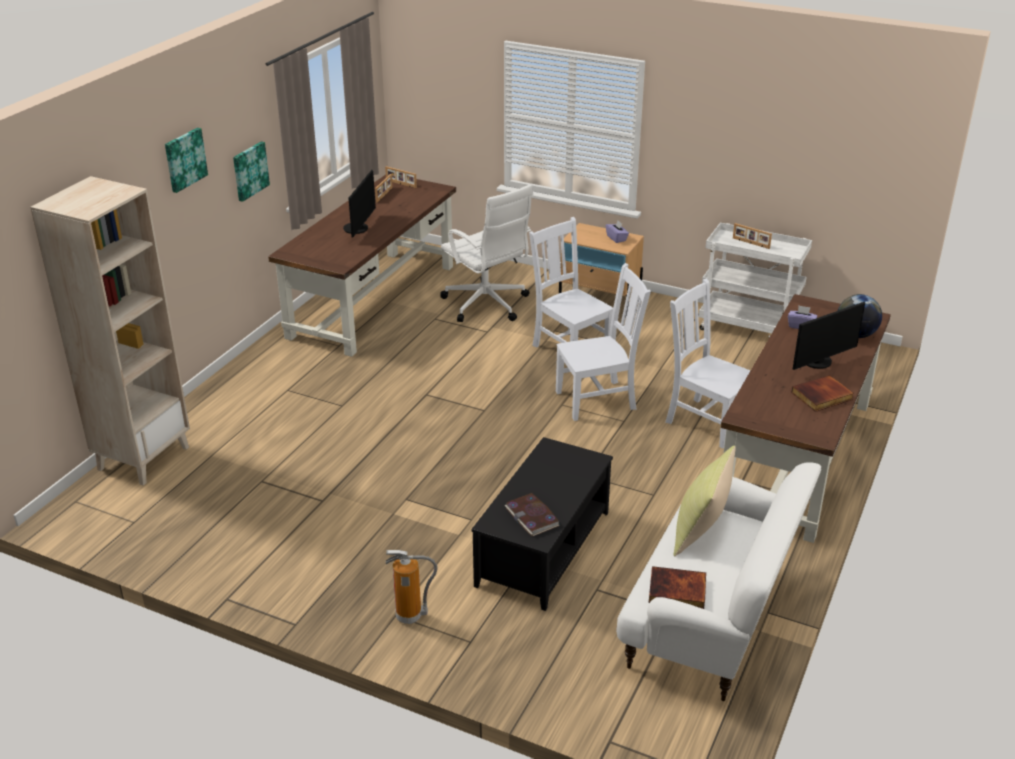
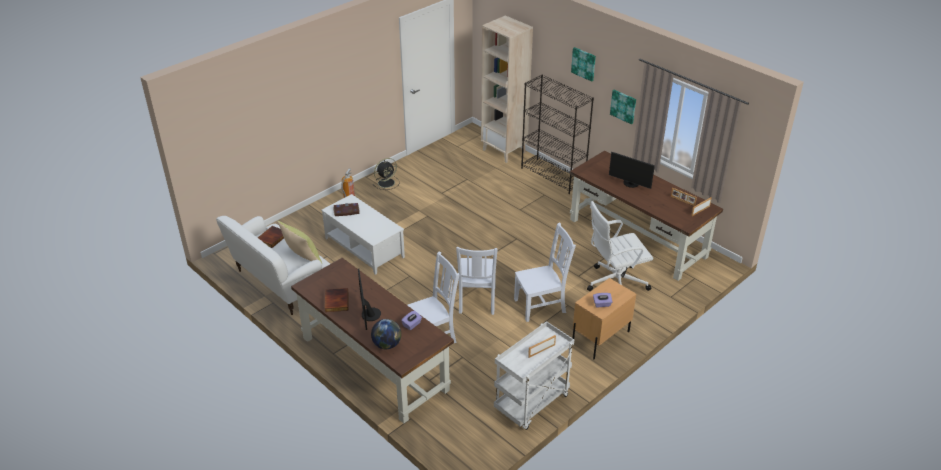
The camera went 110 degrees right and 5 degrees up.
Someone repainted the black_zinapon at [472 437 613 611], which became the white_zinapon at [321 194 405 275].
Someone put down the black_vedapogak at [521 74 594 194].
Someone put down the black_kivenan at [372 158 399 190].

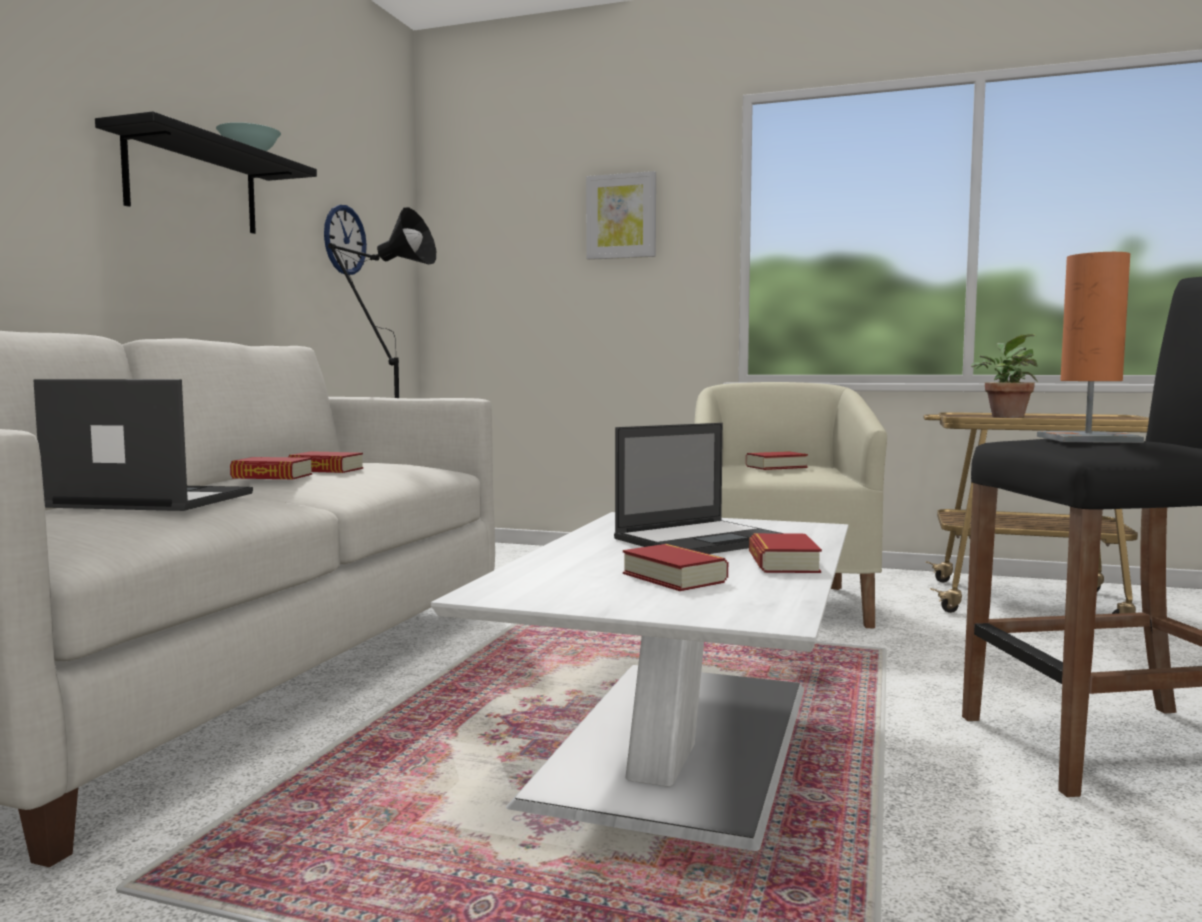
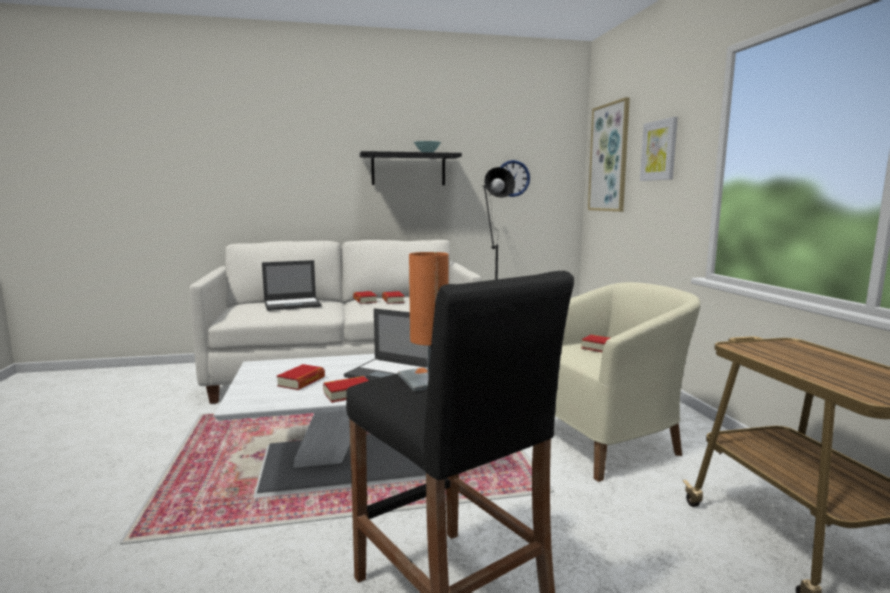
The camera went 60 degrees right and 5 degrees up.
Someone took away the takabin at [971 334 1038 418].
Someone rotated the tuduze at [33 379 253 511] by 90 degrees clockwise.
Someone put up the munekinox at [588 97 630 212].

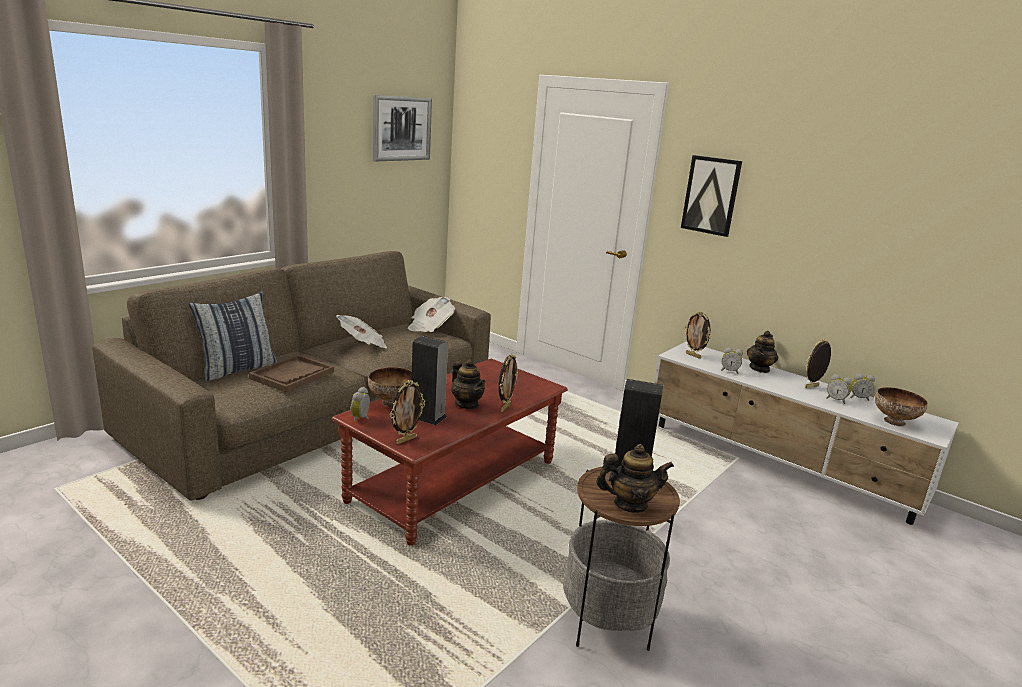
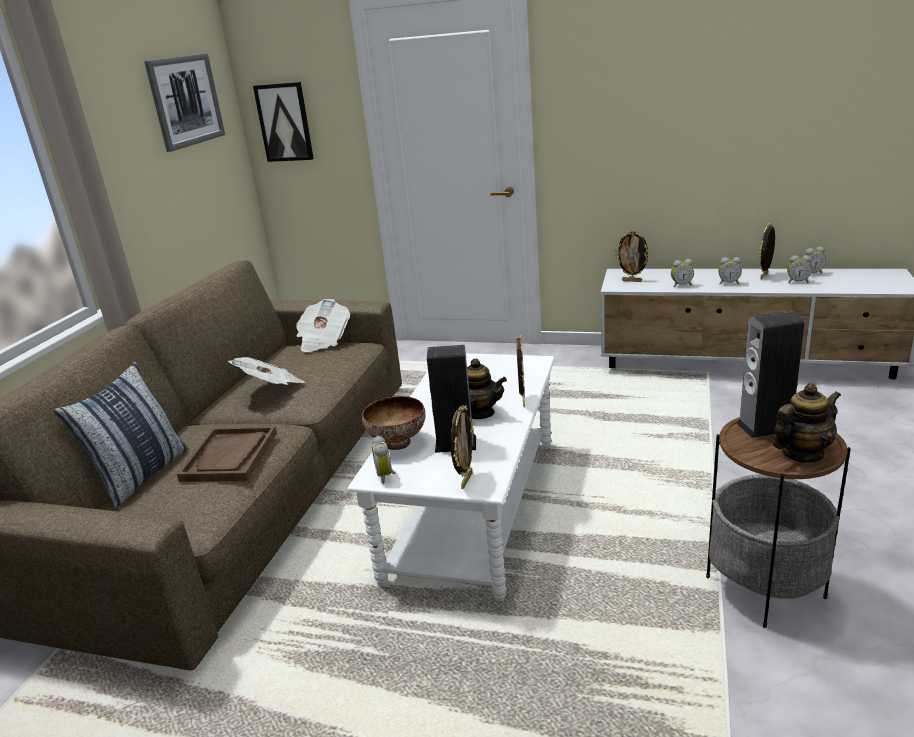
The camera went 20 degrees left and 5 degrees up.
Someone carried the munekinox from [681 155 742 237] to [253 82 314 162].
Someone took away the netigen at [747 331 778 373].
Someone repainted the brown_zinapon at [332 359 568 546], which became the white_zinapon at [347 353 555 601].
Someone took away the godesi at [875 387 928 426].
Someone put down the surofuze at [718 257 742 285].

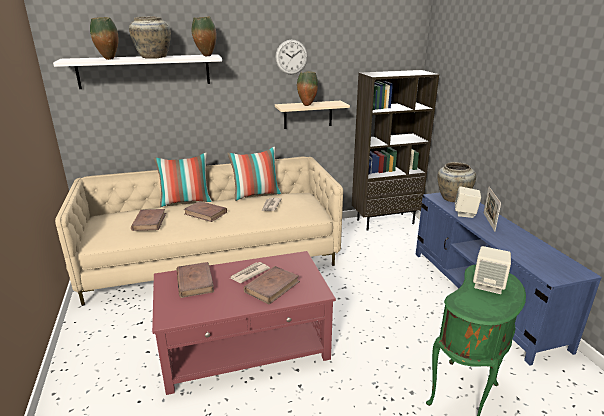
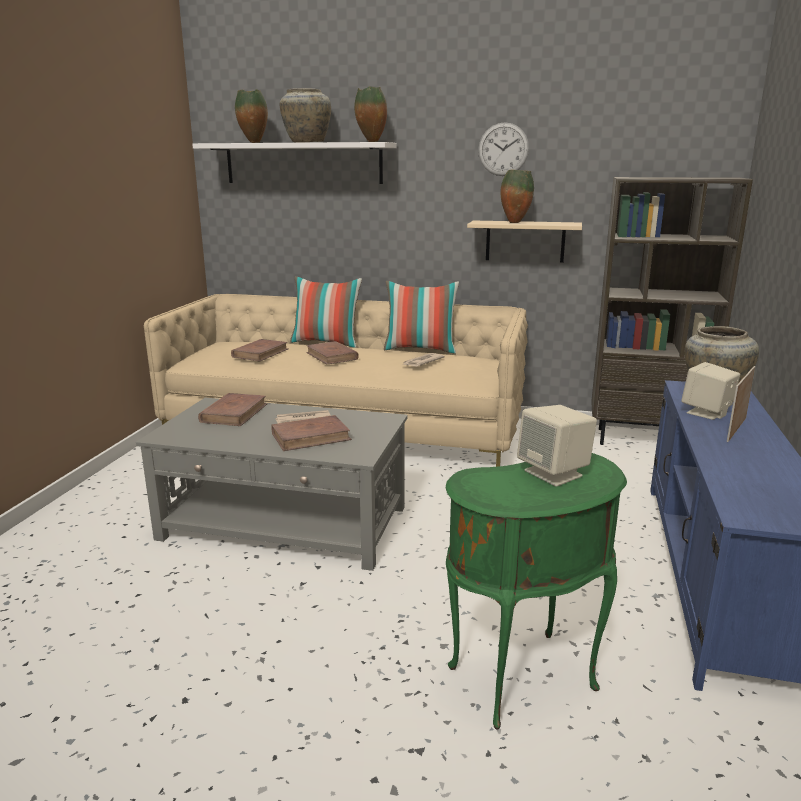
The camera went 30 degrees right and 5 degrees down.
Someone repainted the red_zinapon at [152 251 336 395], which became the grey_zinapon at [136 398 408 571].

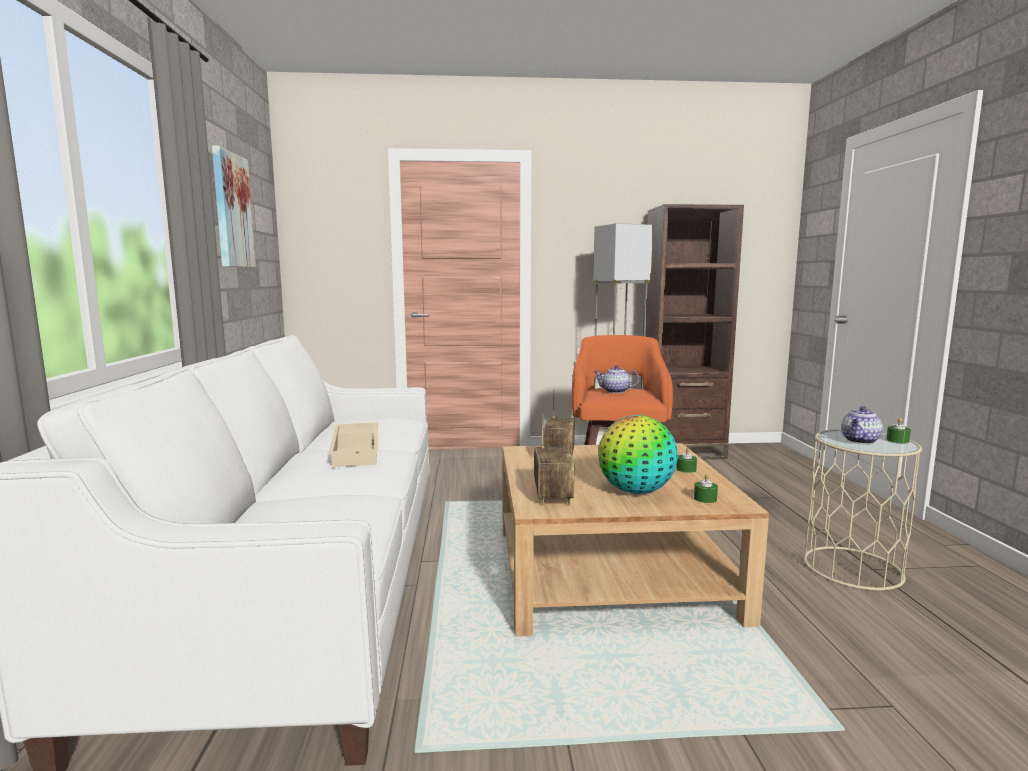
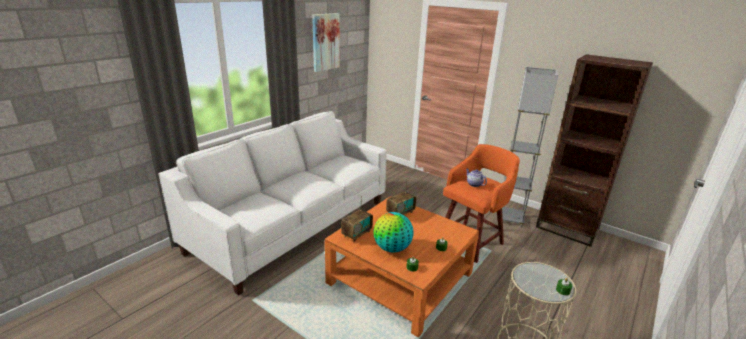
The camera went 40 degrees right and 15 degrees up.
Someone took away the netigen at [841 406 883 444].
Someone took away the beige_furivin at [328 422 378 467].
Someone repainted the beige_zinapon at [503 443 769 636], which became the orange_zinapon at [325 196 479 338].

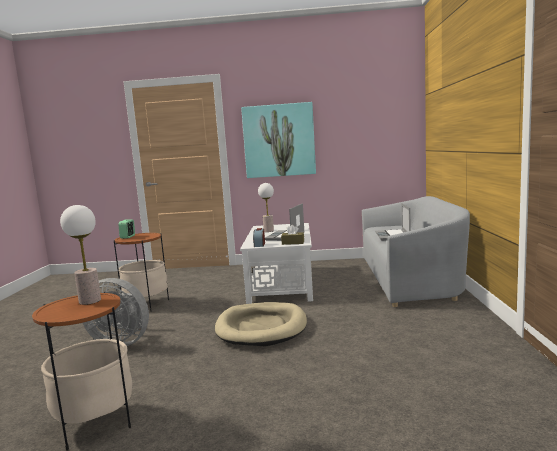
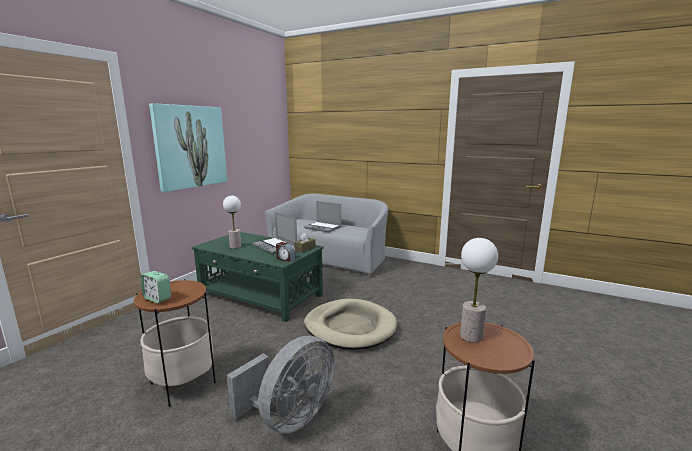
The camera went 65 degrees left and 5 degrees up.
Someone repainted the white_zinapon at [240 223 313 304], which became the green_zinapon at [191 232 324 322].

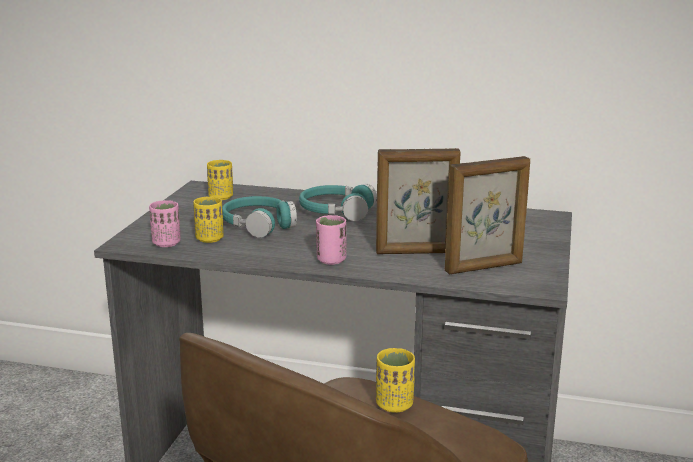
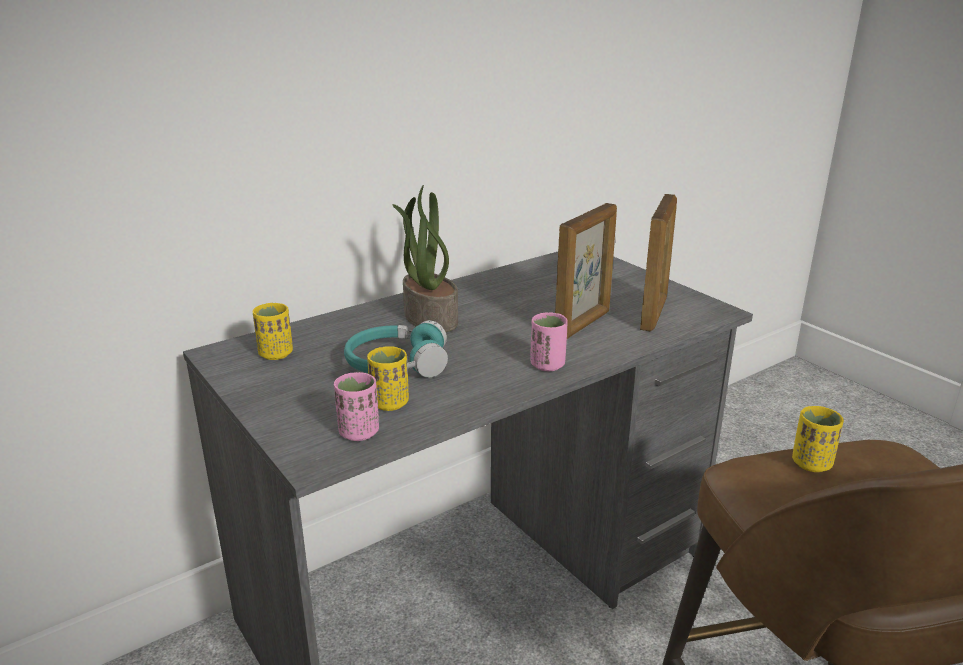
The camera went 50 degrees left and 5 degrees up.
Someone swapped the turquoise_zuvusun at [299 184 377 221] for the takabin at [393 185 458 332].

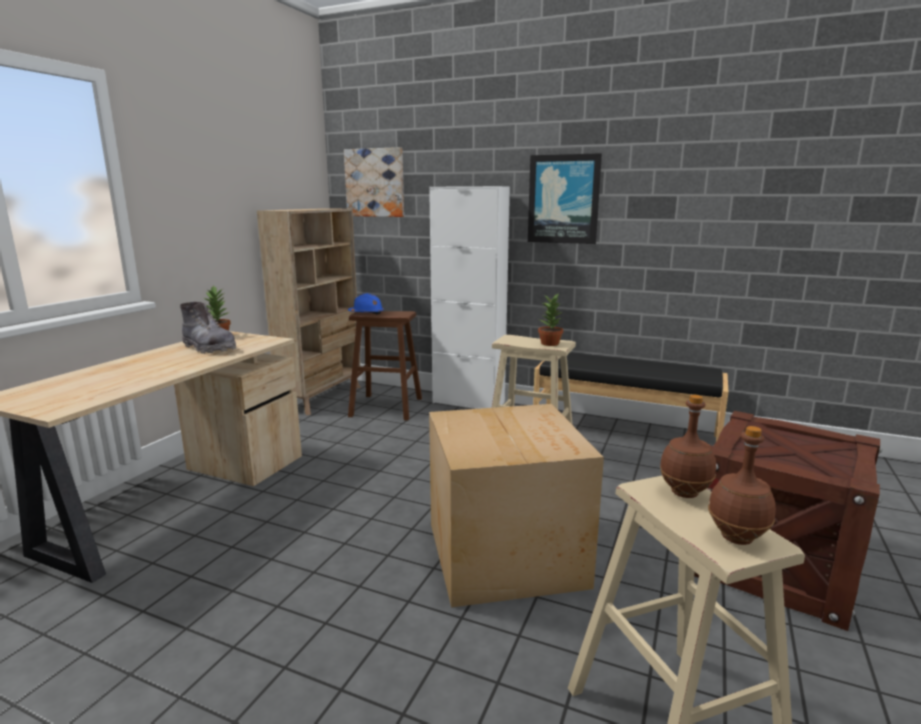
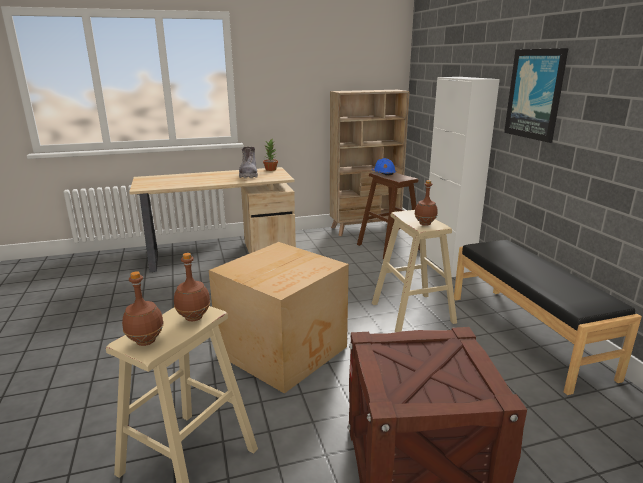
The camera went 50 degrees right and 5 degrees up.
Someone took away the munekinox at [344 147 404 217].
Someone swapped the takabin at [538 294 563 346] for the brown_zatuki at [414 180 438 226].

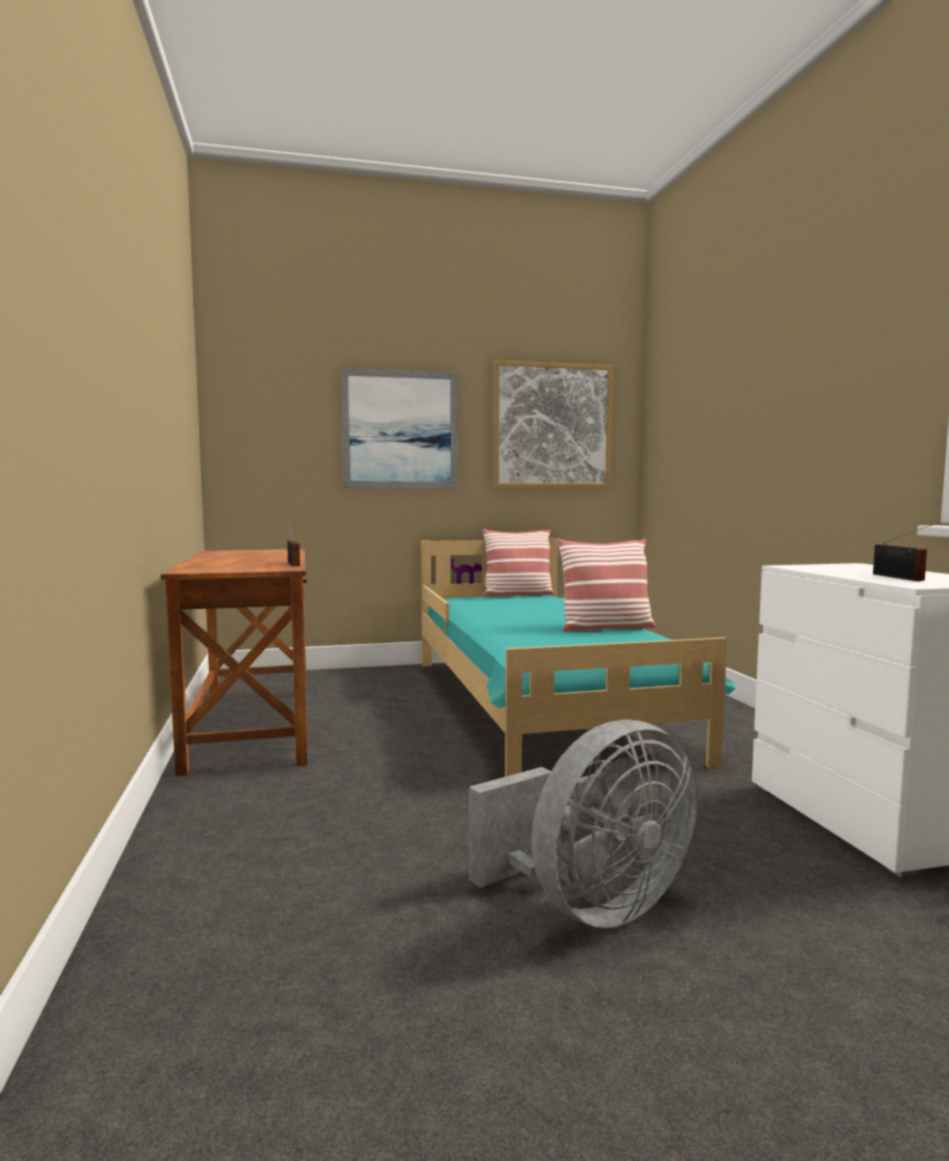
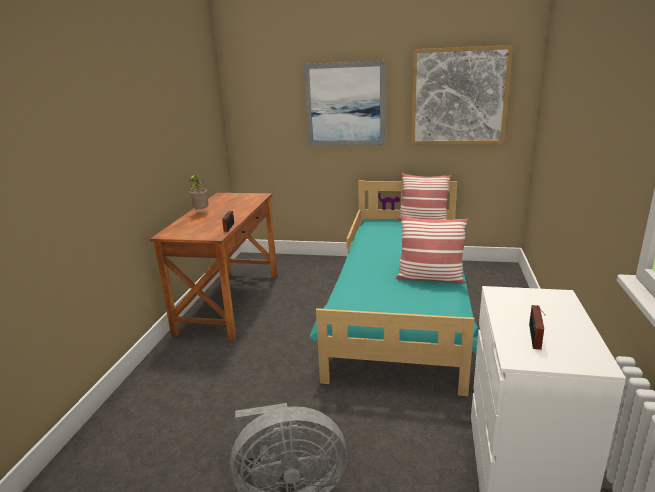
The camera went 25 degrees right and 15 degrees up.
Someone put down the takabin at [189 173 208 210].

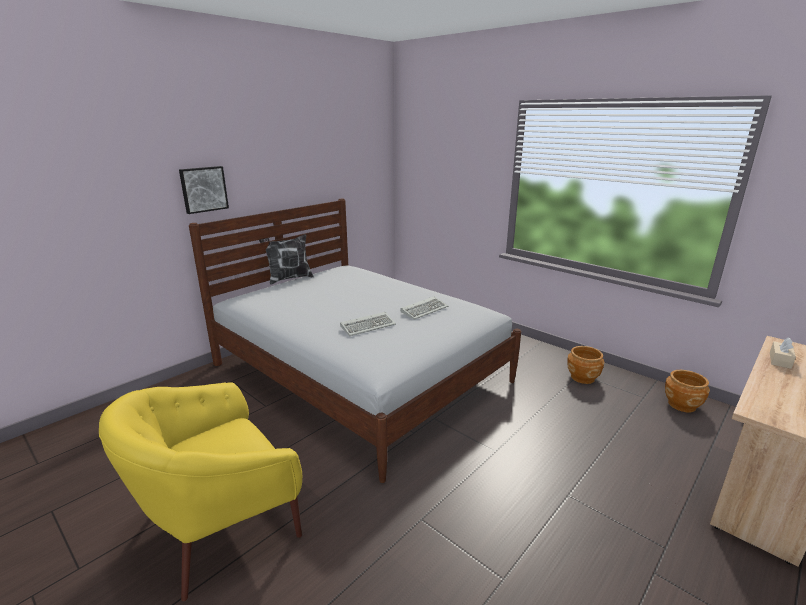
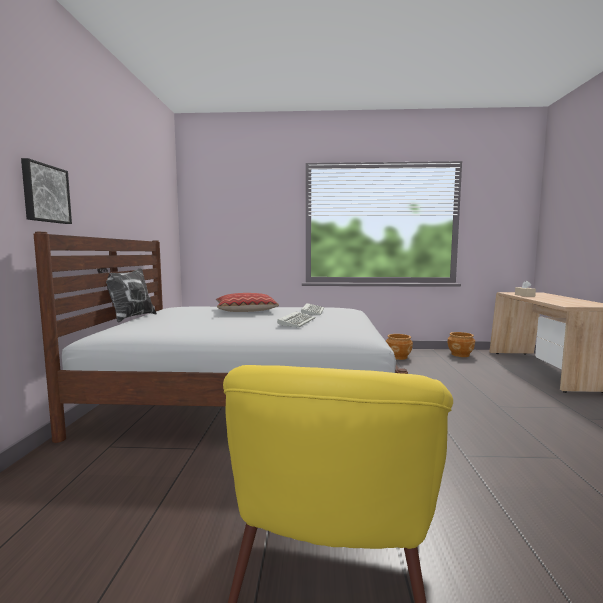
The camera went 40 degrees left and 15 degrees down.
Someone put down the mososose at [216 293 279 312].

